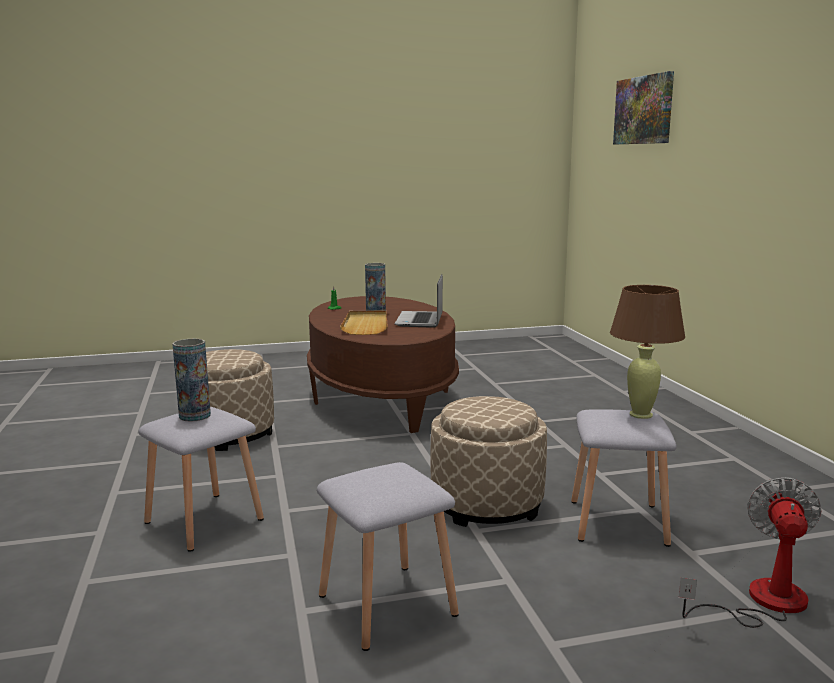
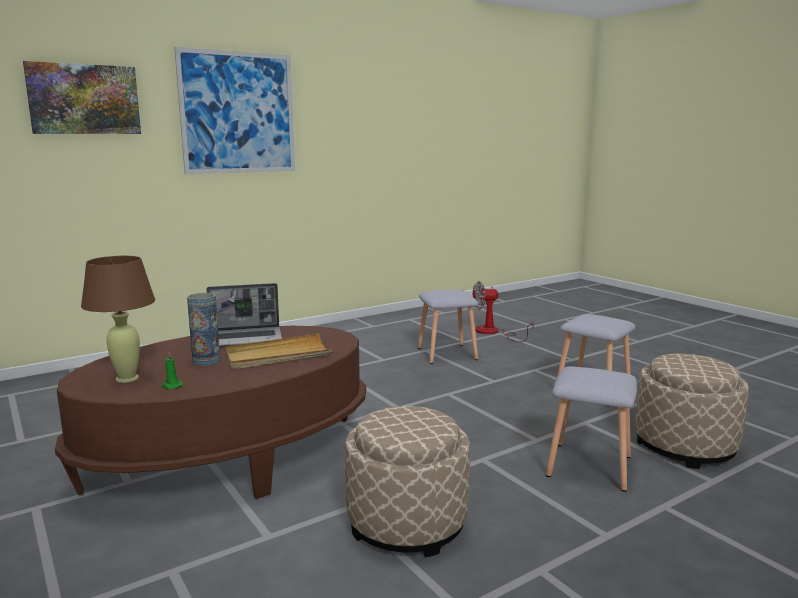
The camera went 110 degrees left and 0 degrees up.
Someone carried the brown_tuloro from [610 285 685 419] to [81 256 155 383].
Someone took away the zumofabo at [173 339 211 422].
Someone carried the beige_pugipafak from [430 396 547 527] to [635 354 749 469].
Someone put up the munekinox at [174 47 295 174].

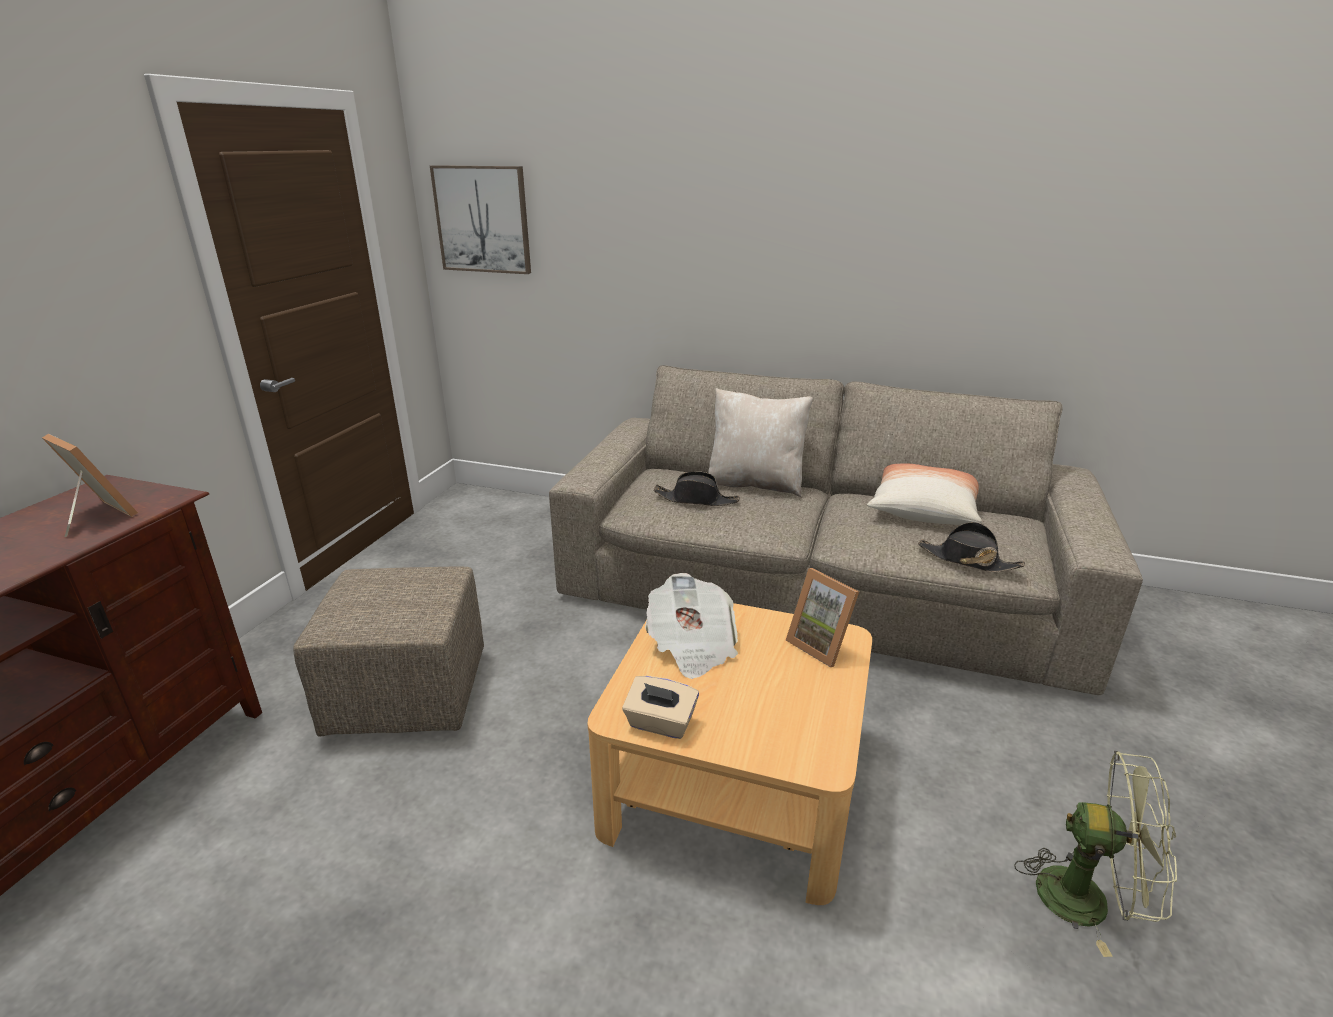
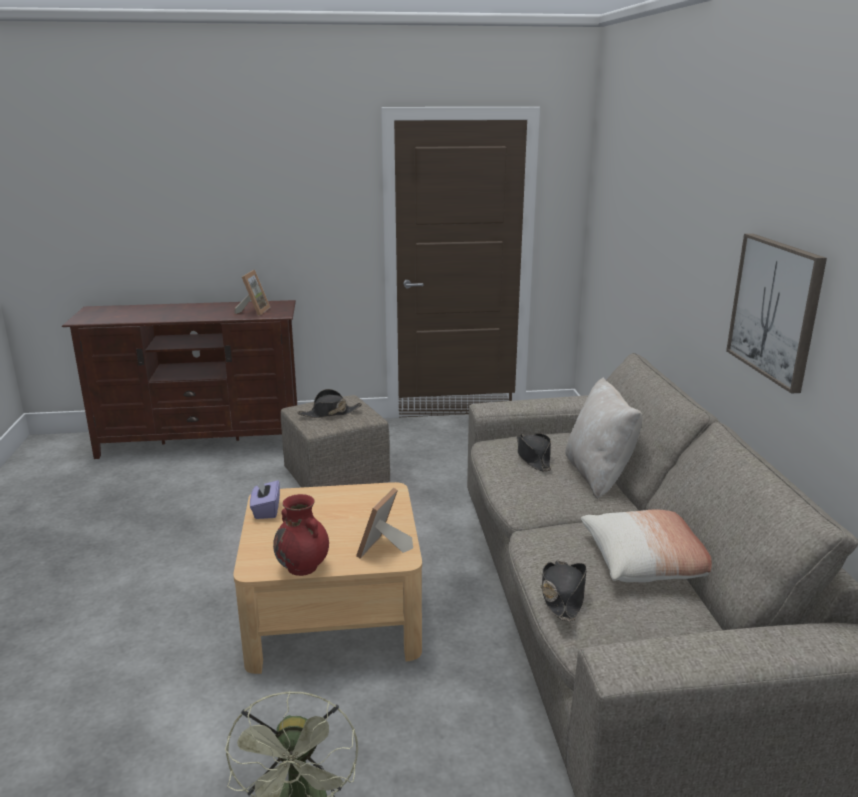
The camera went 65 degrees right and 5 degrees down.
Someone carried the munekinox from [430 165 531 274] to [726 233 827 394].
Someone took away the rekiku at [645 573 738 679].
Someone repainted the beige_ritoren at [622 676 699 739], which became the purple_ritoren at [250 478 280 519].
Someone put down the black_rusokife at [297 389 362 418].
Someone put down the red_zumofabo at [273 494 329 576].

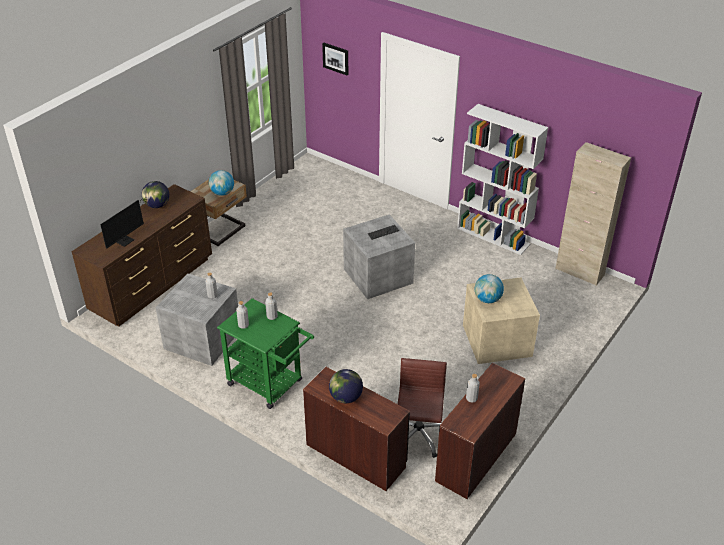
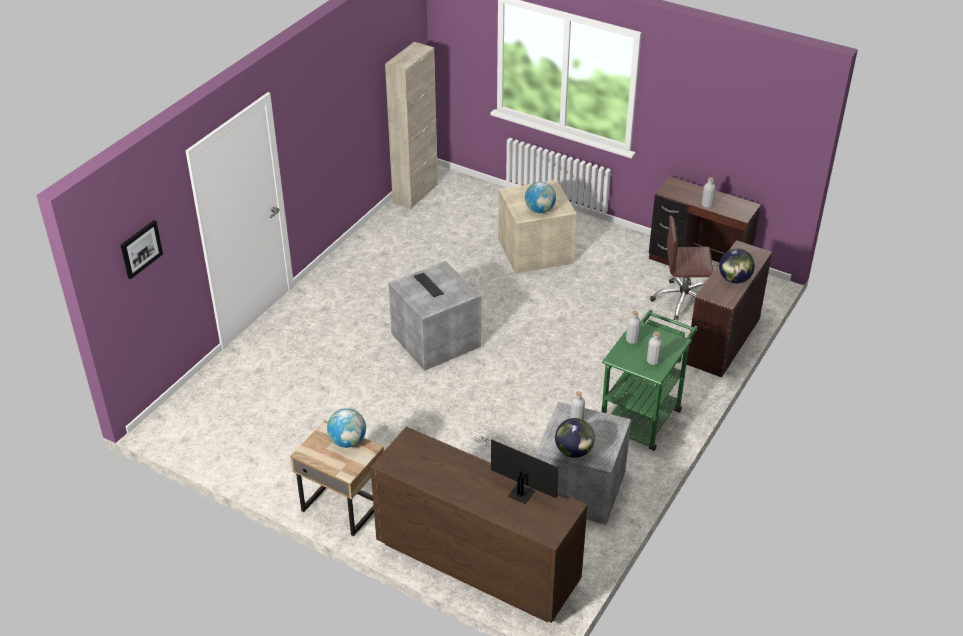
The camera went 95 degrees left and 0 degrees up.
Someone took away the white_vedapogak at [457 104 548 255].
Someone carried the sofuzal from [142 181 169 208] to [555 418 595 458].

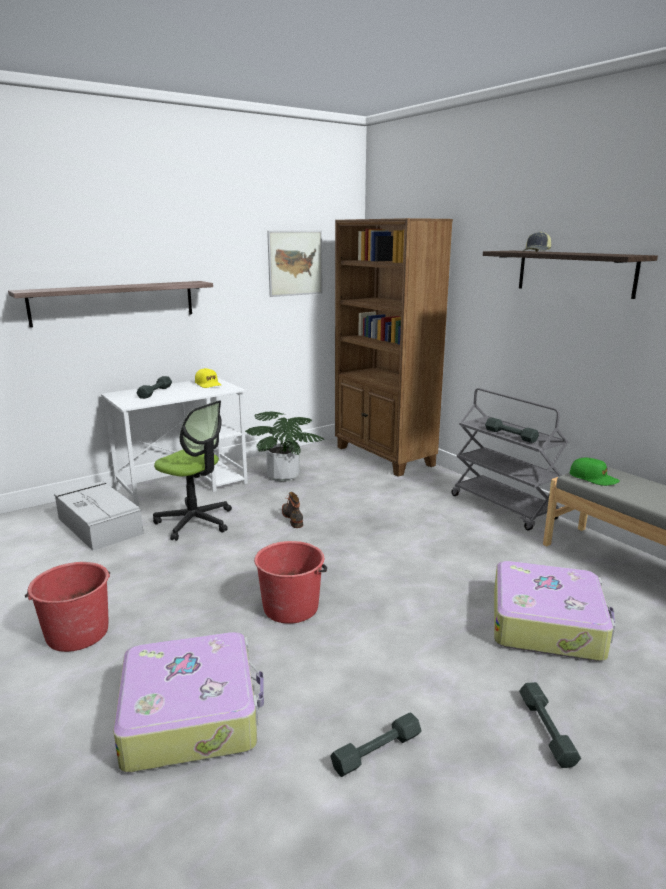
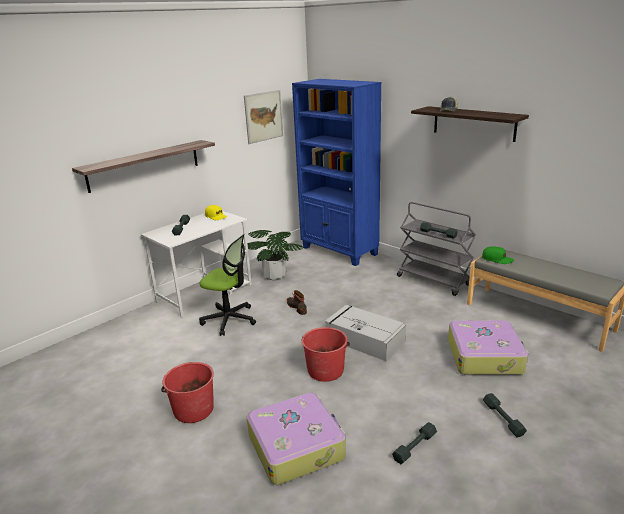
The camera went 10 degrees left and 5 degrees up.
Someone repainted the brown_vedapogak at [335 218 453 477], which became the blue_vedapogak at [292 79 382 266].
Someone carried the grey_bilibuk from [54 481 144 551] to [325 305 406 361].

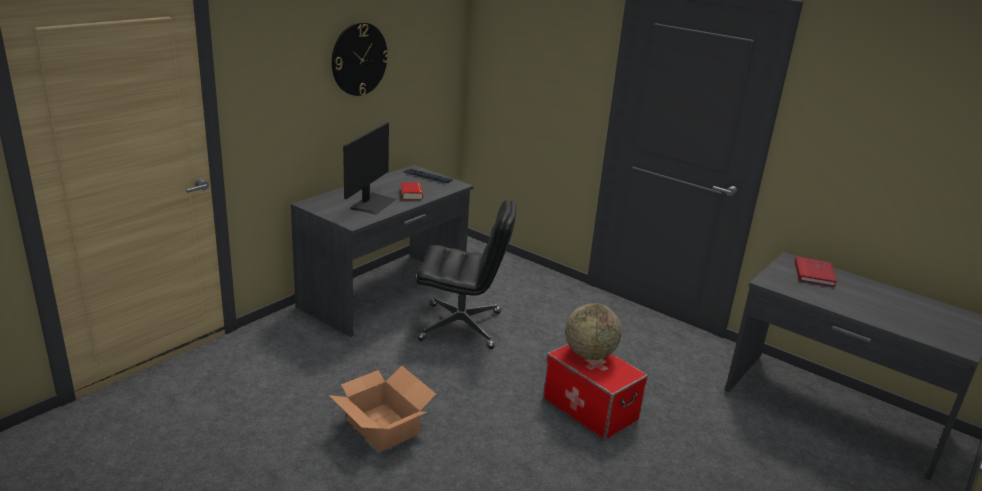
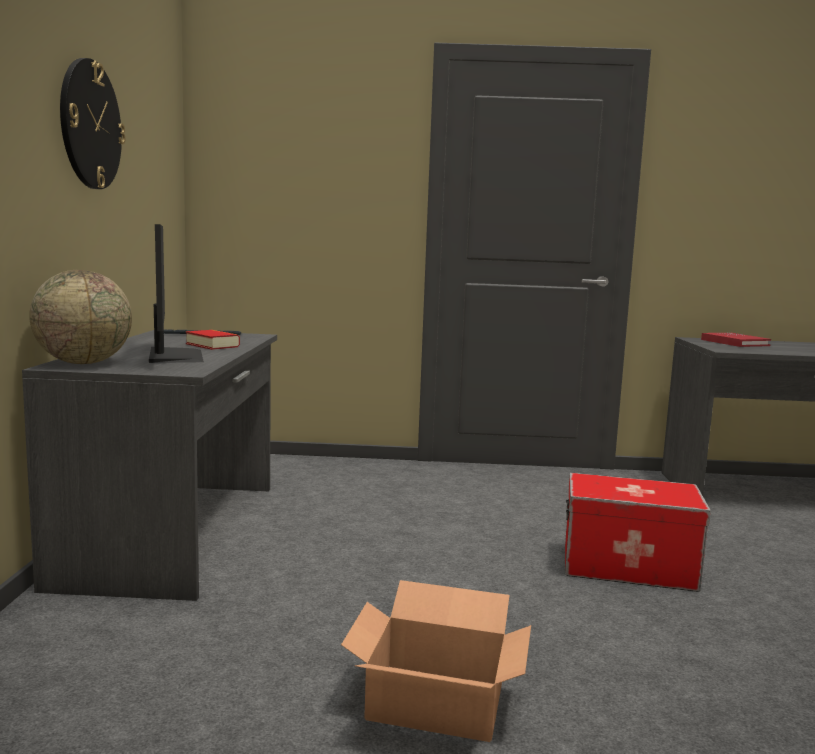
The camera went 35 degrees left and 15 degrees down.
Someone took away the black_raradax at [416 200 516 349].
Someone carried the sofuzal from [565 303 622 360] to [29 270 132 364].

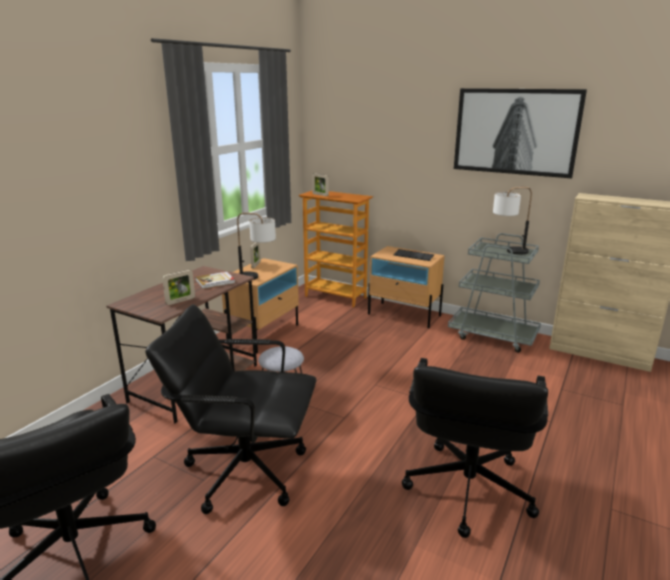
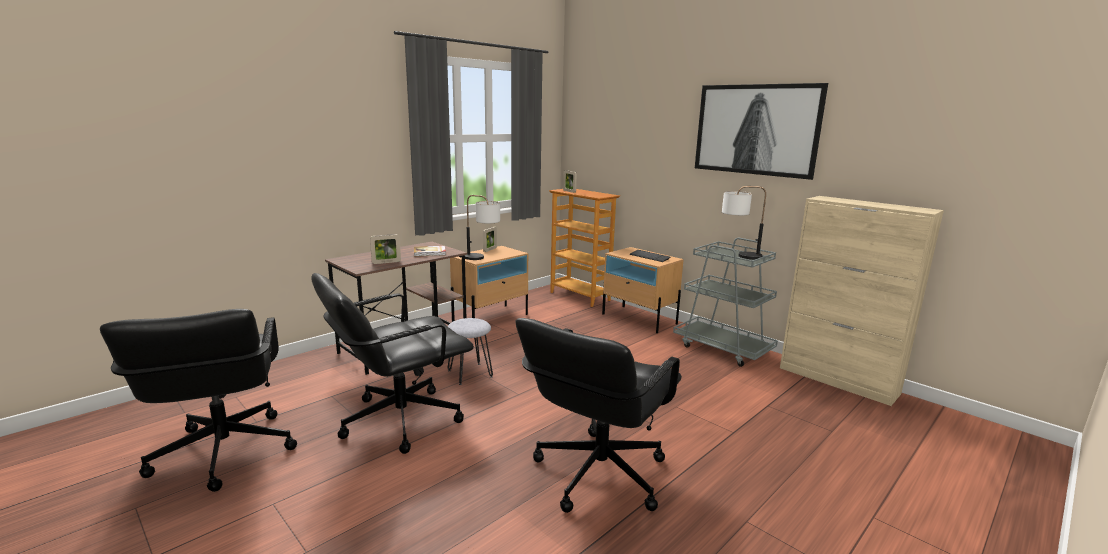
The camera went 15 degrees right and 5 degrees down.
Someone rotated the black_raradax at [145 304 316 514] by 60 degrees counterclockwise.

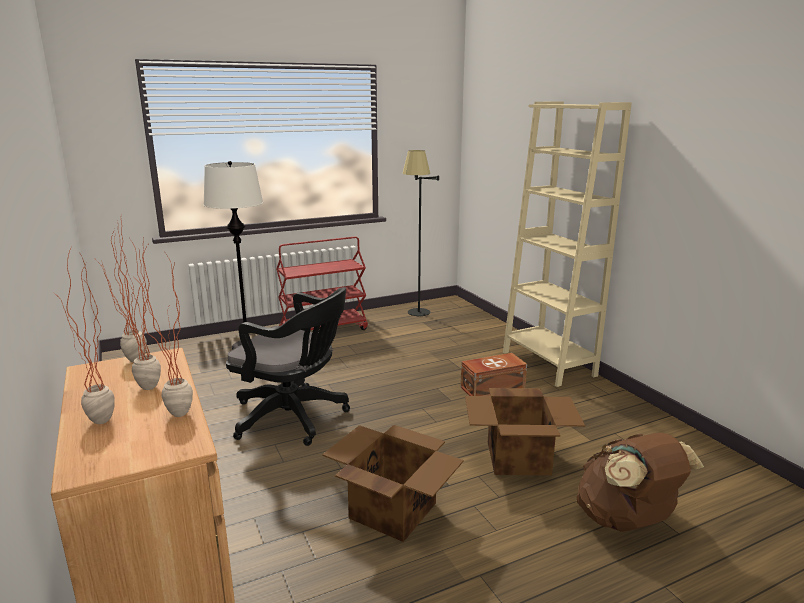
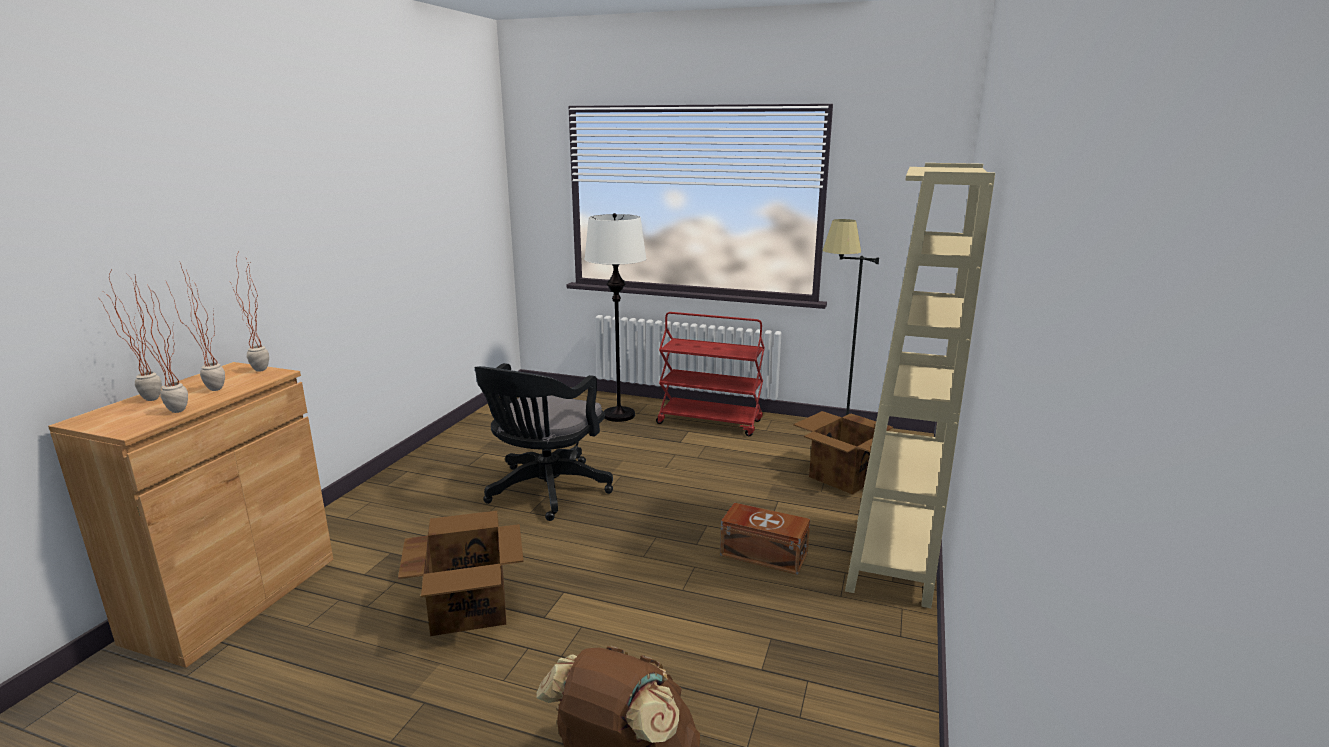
The camera went 45 degrees right and 0 degrees up.
Someone rotated the black_raradax at [226 287 350 446] by 45 degrees clockwise.
Someone carried the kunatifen from [465 388 585 476] to [793 411 893 495].

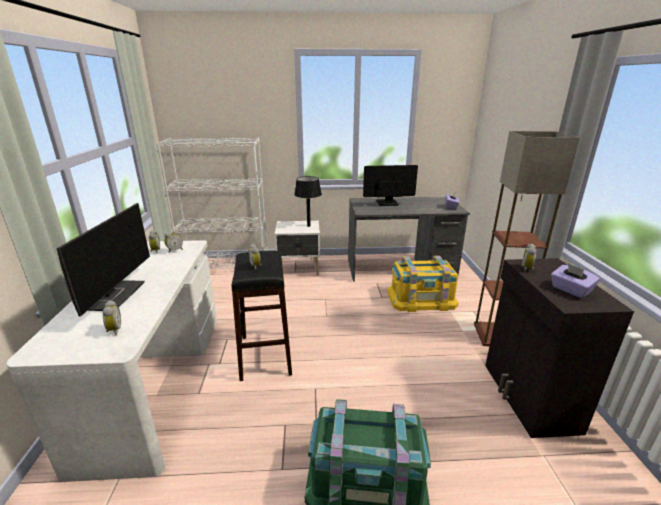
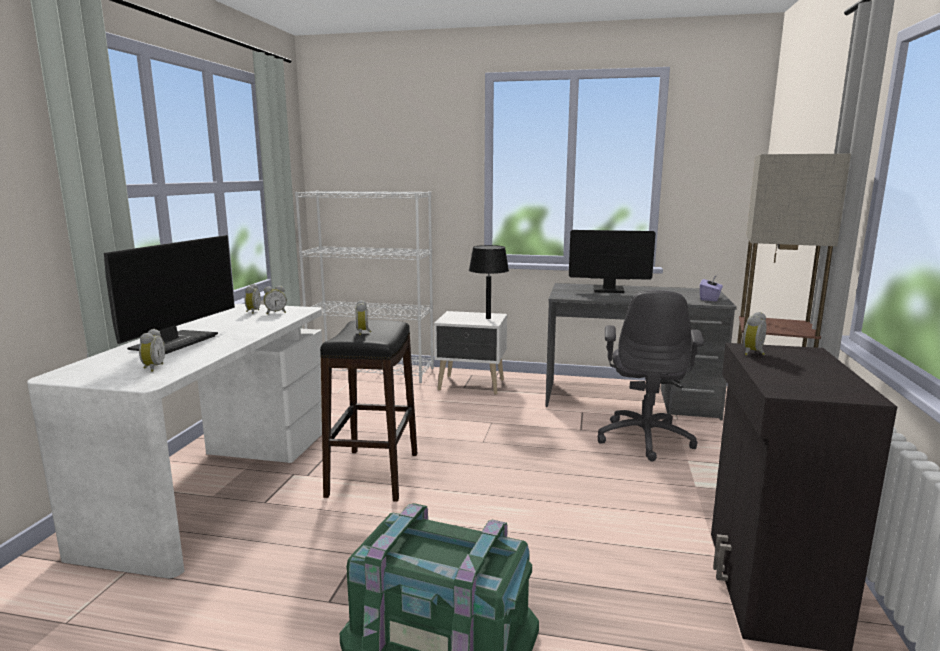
The camera went 15 degrees right and 10 degrees down.
Someone swapped the yellow_bilibuk at [387 256 458 312] for the grey_raradax at [597 290 704 462].
Someone took away the purple_ritoren at [551 263 600 298].

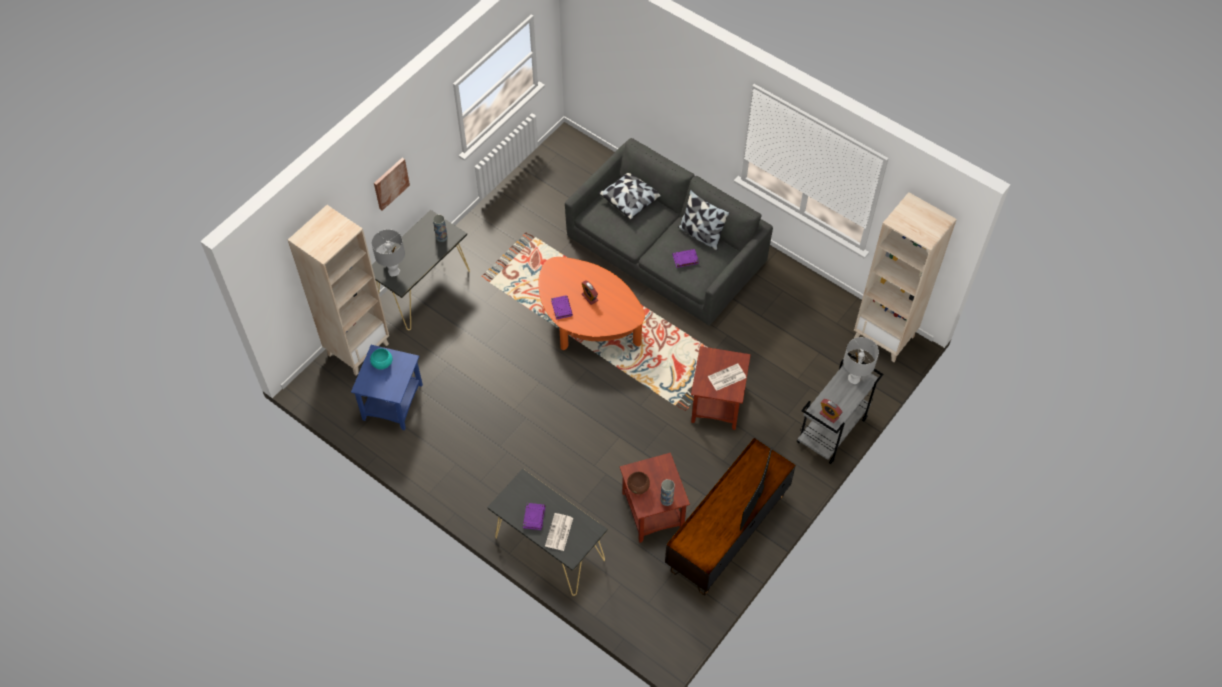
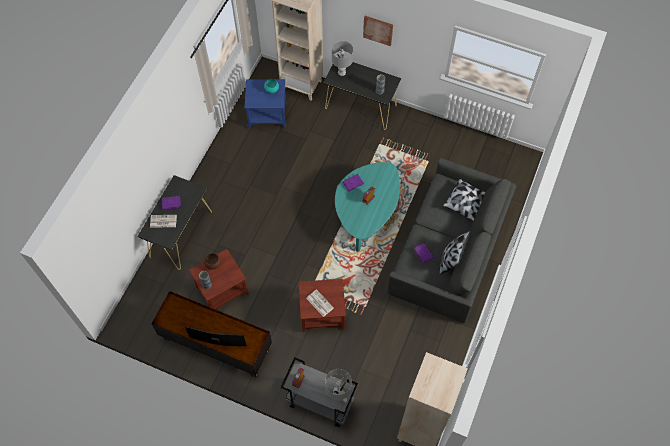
The camera went 75 degrees right and 5 degrees up.
Someone repainted the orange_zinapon at [539 257 645 350], which became the turquoise_zinapon at [335 162 400 252].

